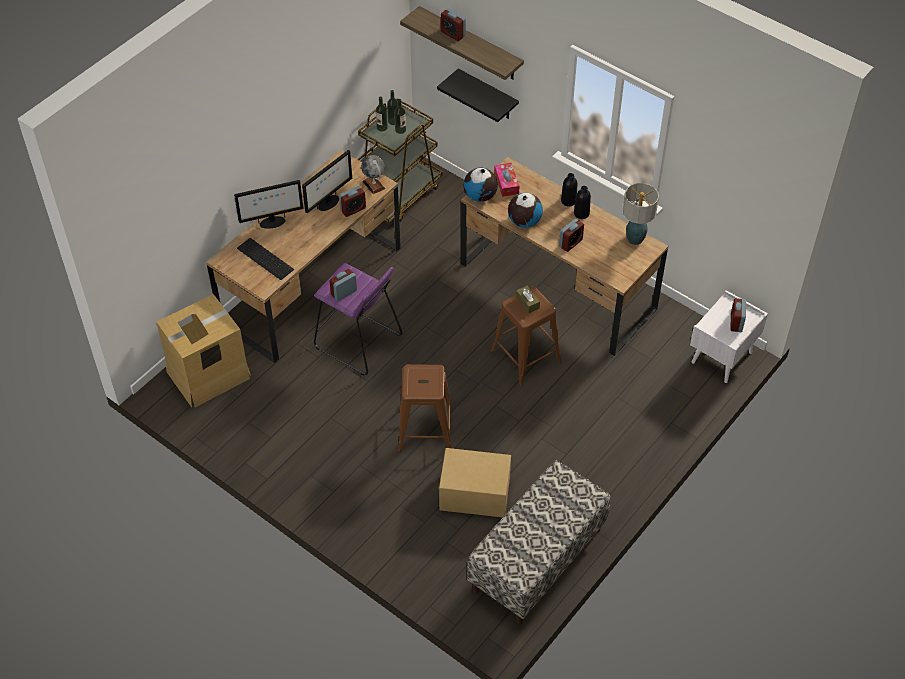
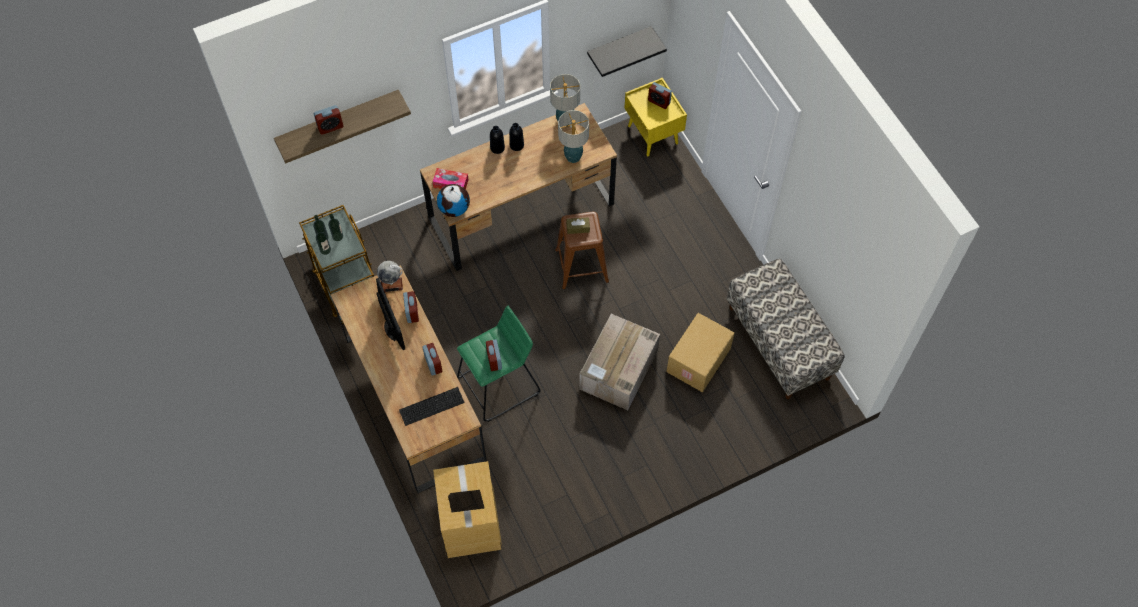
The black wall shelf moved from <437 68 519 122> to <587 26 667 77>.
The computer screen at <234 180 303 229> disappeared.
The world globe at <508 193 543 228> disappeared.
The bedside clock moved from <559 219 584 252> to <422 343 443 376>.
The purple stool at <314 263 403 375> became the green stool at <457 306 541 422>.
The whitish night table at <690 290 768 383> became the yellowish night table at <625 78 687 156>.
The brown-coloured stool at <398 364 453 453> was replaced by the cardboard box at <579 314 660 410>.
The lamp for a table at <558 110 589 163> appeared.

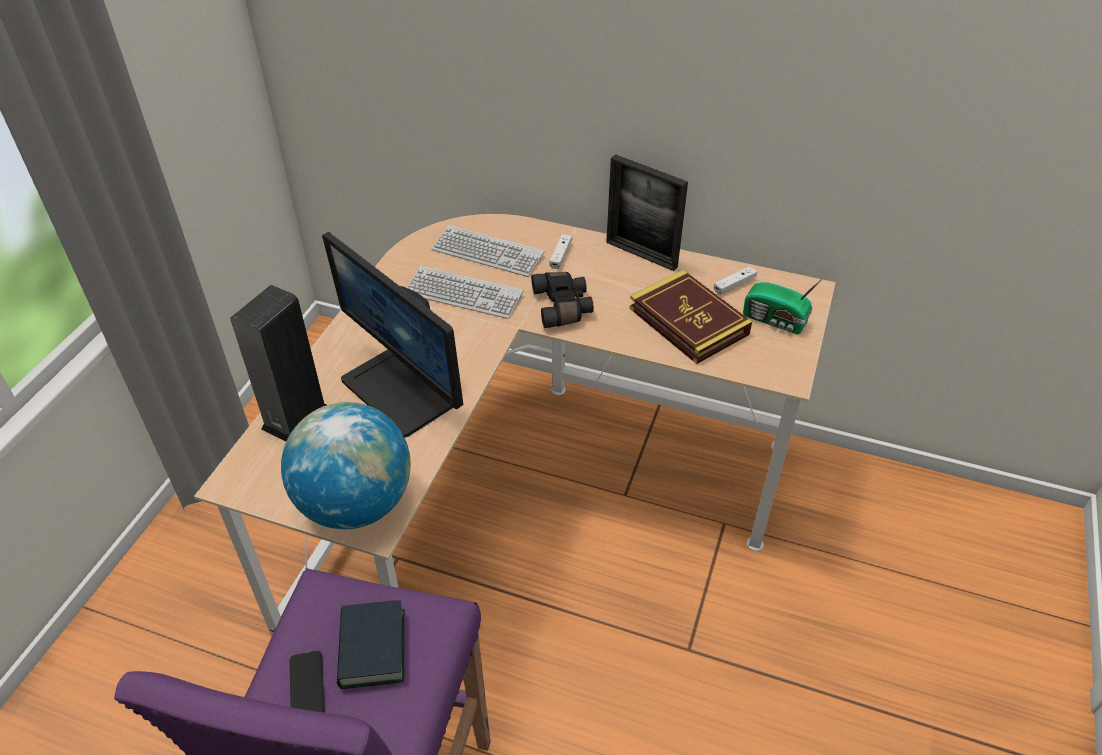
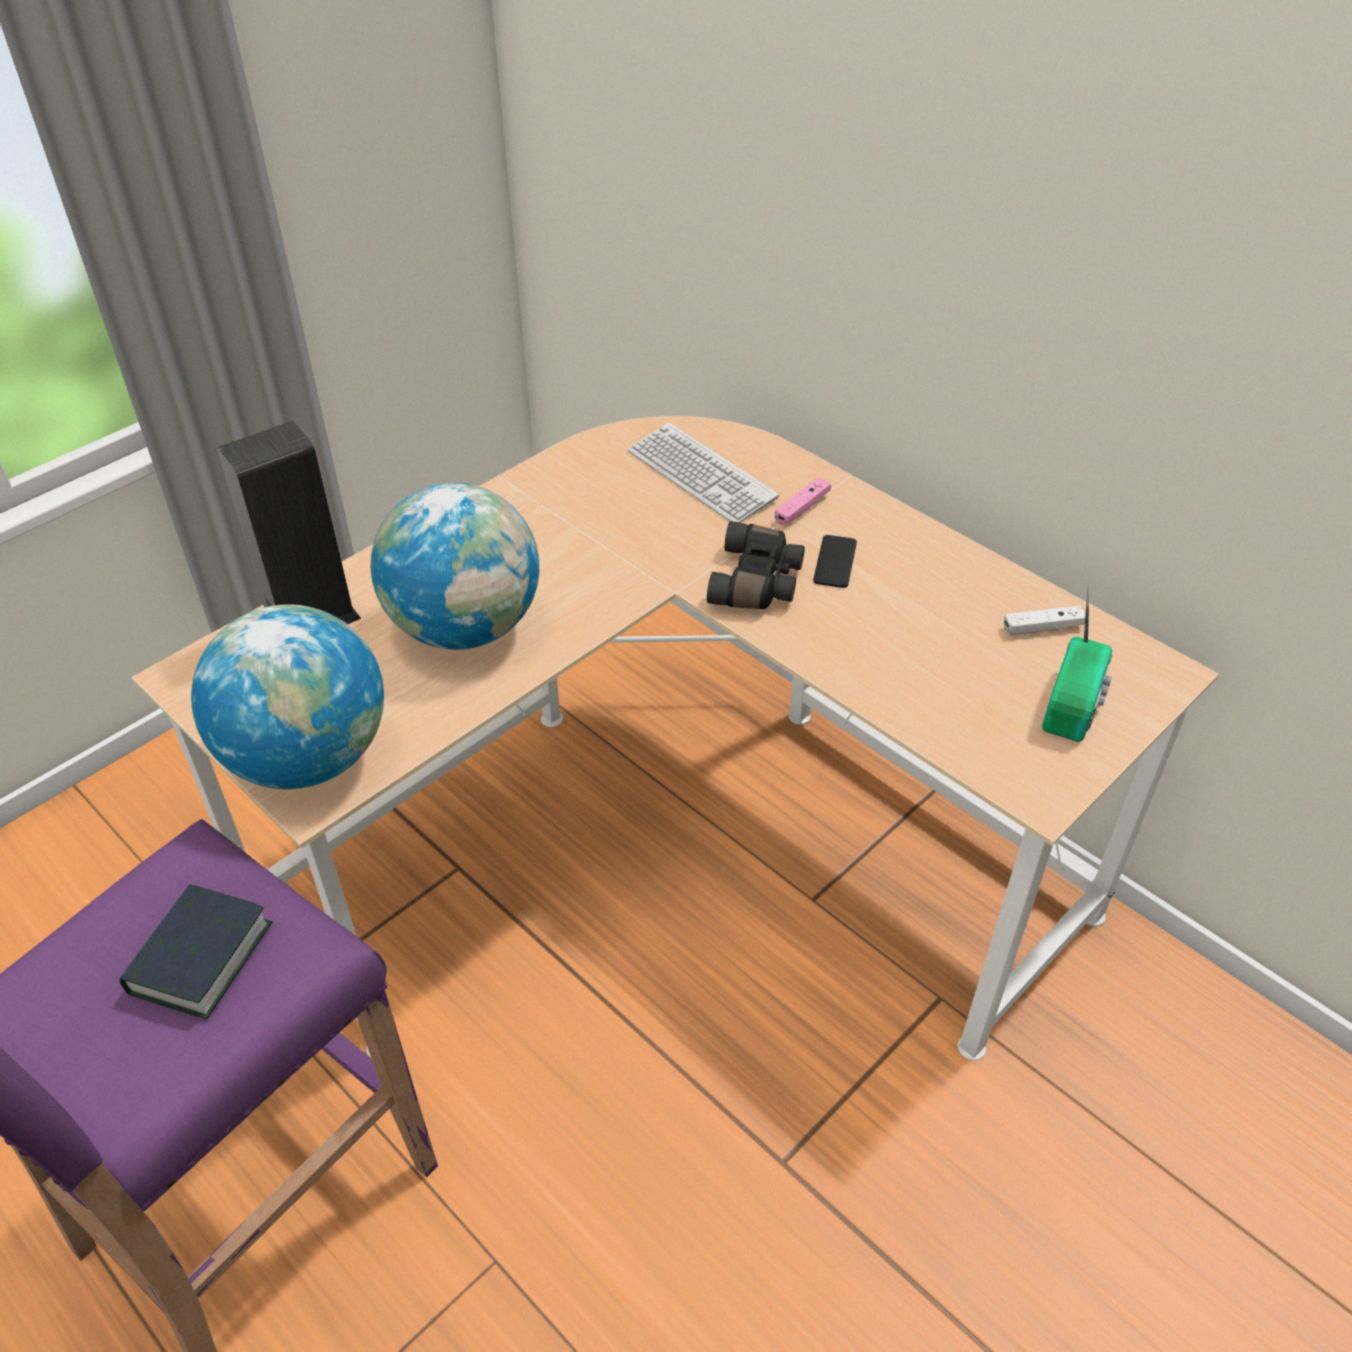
The photo frame at <606 154 688 271> disappeared.
The computer screen at <322 232 463 438> was replaced by the world globe at <371 483 539 650>.
The whitish gamepad at <550 234 572 269> became the pink gamepad at <775 477 831 526>.
The computer keyboard at <407 266 523 319> disappeared.
The volume at <630 270 752 364> disappeared.
The radio at <743 276 825 334> turned 120 degrees counterclockwise.
The telephone moved from <290 651 325 712> to <813 535 857 588>.

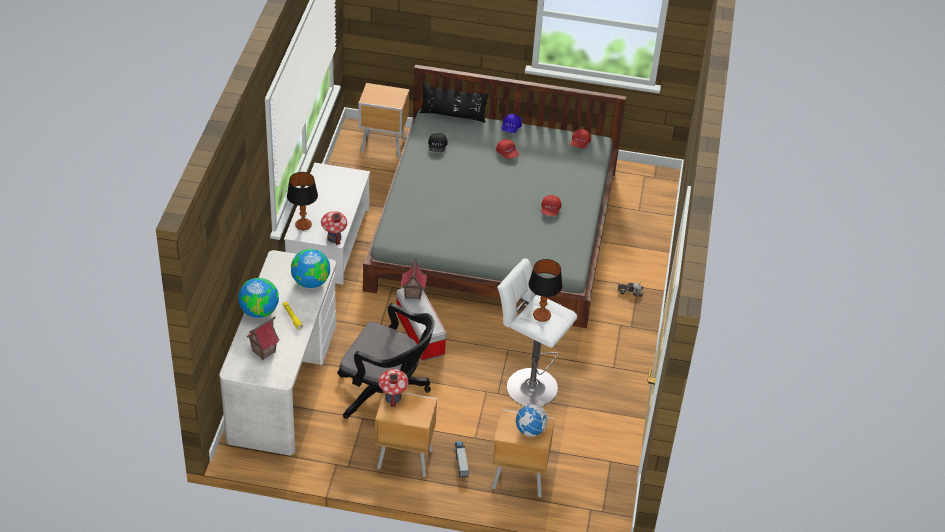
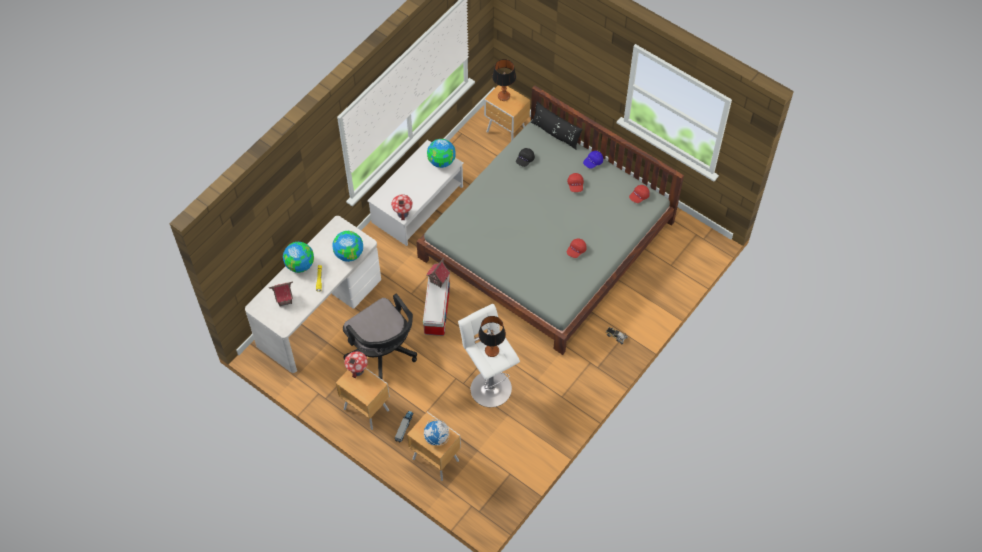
The lamp for a table moved from <287 172 318 230> to <492 59 516 101>.
The world globe at <427 139 456 168> appeared.

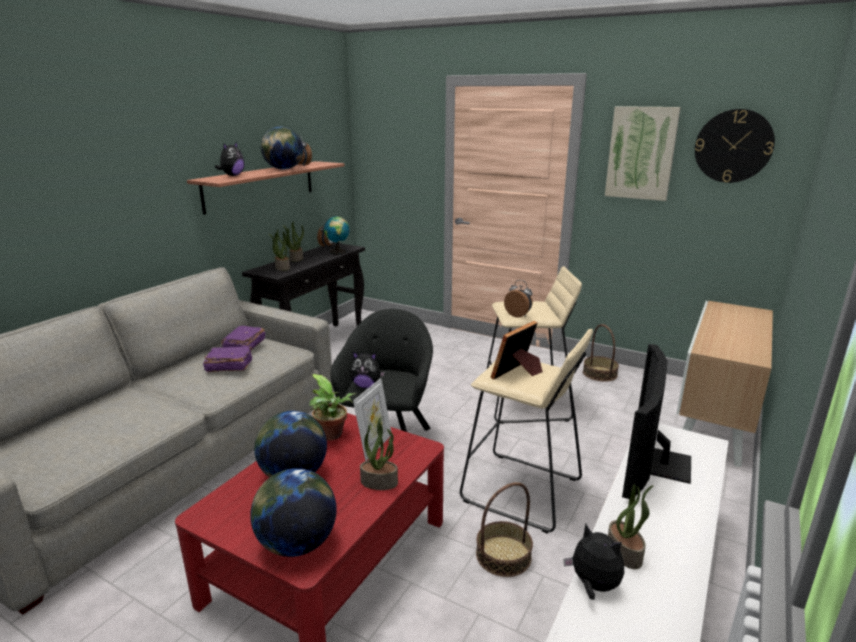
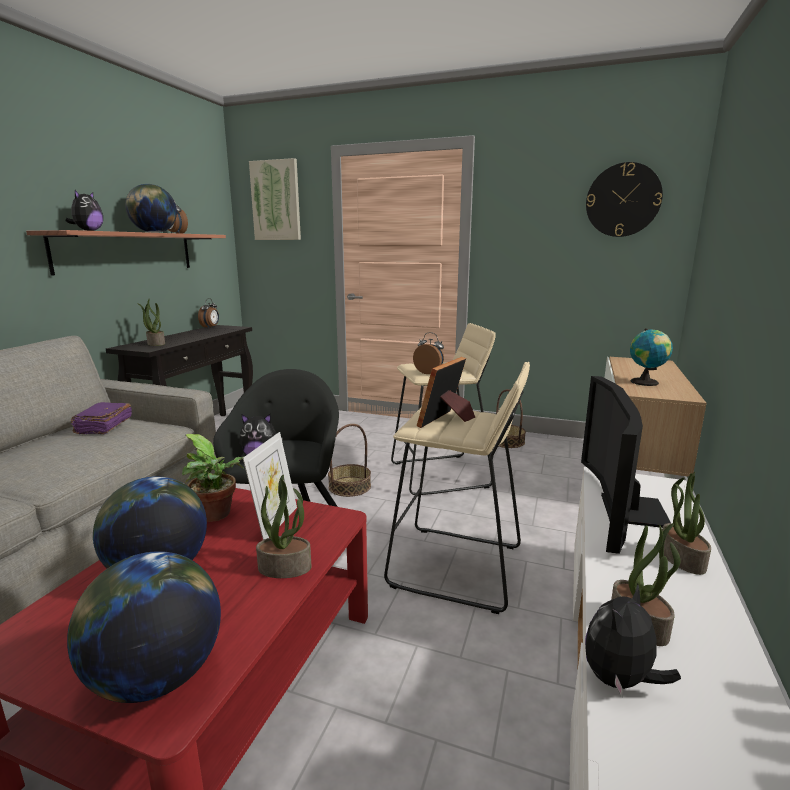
The wall art moved from <605 106 681 201> to <249 158 301 240>.
The world globe moved from <324 216 350 254> to <630 328 673 386>.
The potted plant moved from <283 222 304 262> to <662 472 711 575>.
The purple volume at <203 346 252 372> disappeared.
The storage basket moved from <476 482 533 577> to <328 424 371 497>.
The cuddly toy at <564 524 624 600> turned 75 degrees counterclockwise.

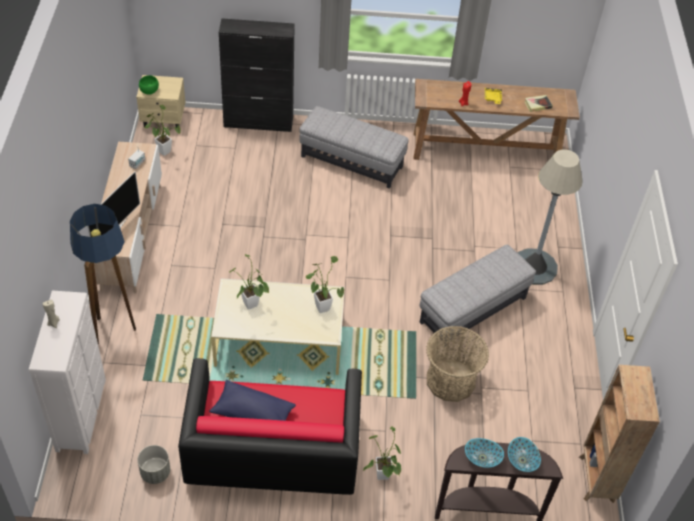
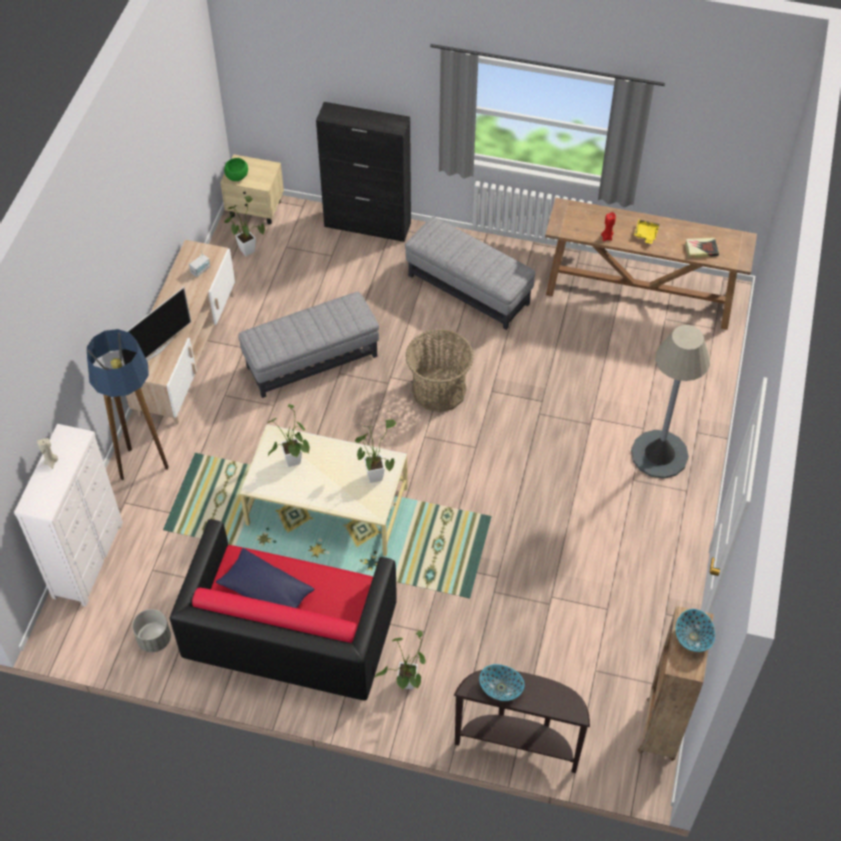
The grey pouffe moved from <420 245 536 346> to <238 292 379 398>.
The storage basket moved from <426 326 489 402> to <406 329 474 412>.
The deep dish moved from <508 437 541 472> to <676 609 715 652>.

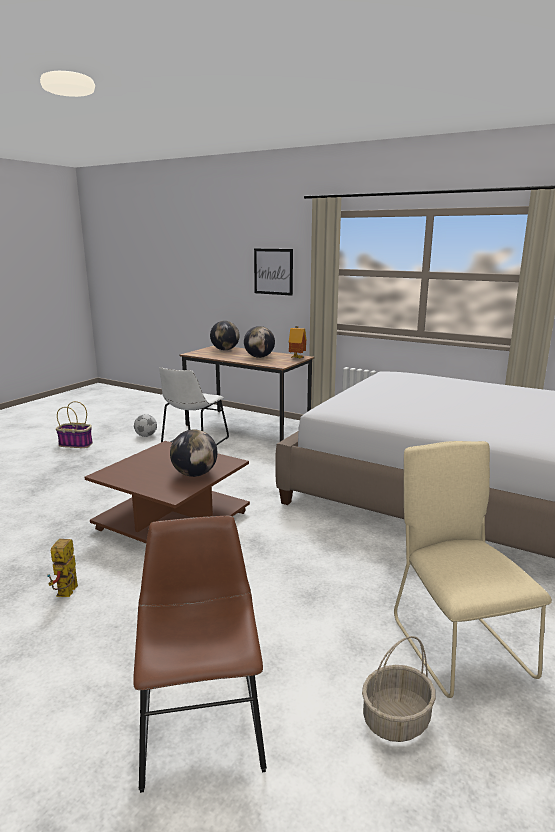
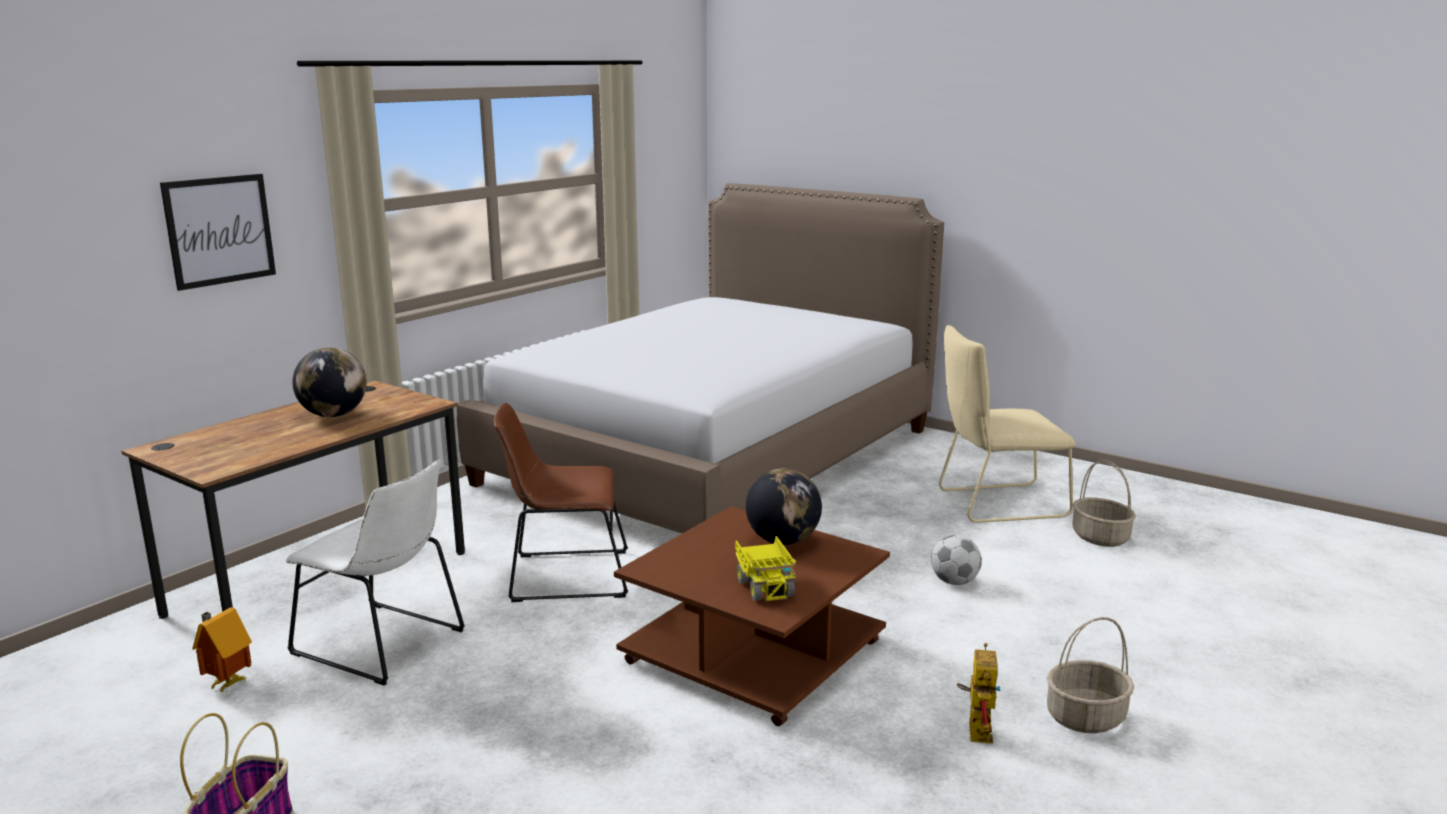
The world globe at <210 321 239 350> disappeared.
The toy house moved from <289 326 306 358> to <192 607 252 693>.
The ball for football moved from <134 414 157 437> to <931 535 982 585>.
The brown-coloured upright chair moved from <133 516 267 793> to <494 403 628 602>.
The robot figure at <47 539 78 597> turned 90 degrees counterclockwise.
The toy lorry at <735 536 796 602> appeared.
The storage basket at <1047 617 1134 733> appeared.

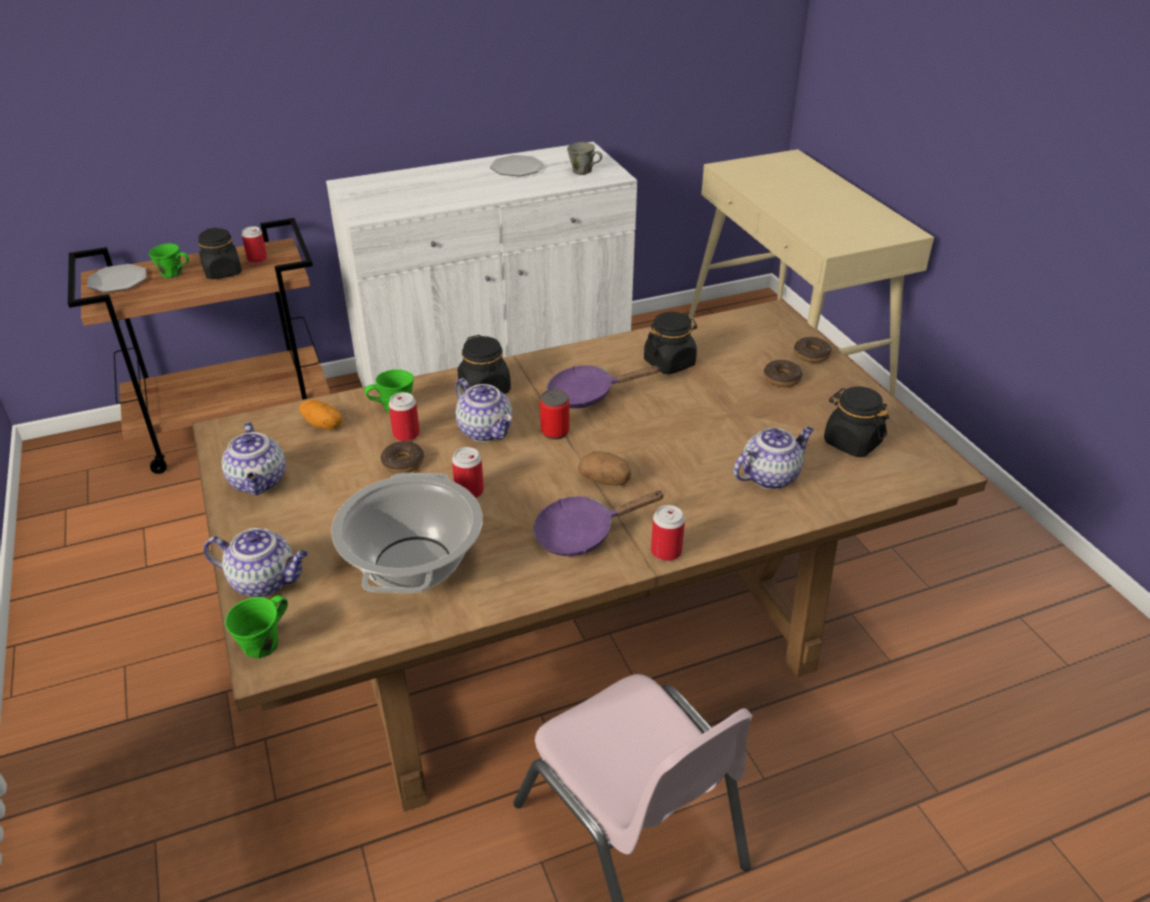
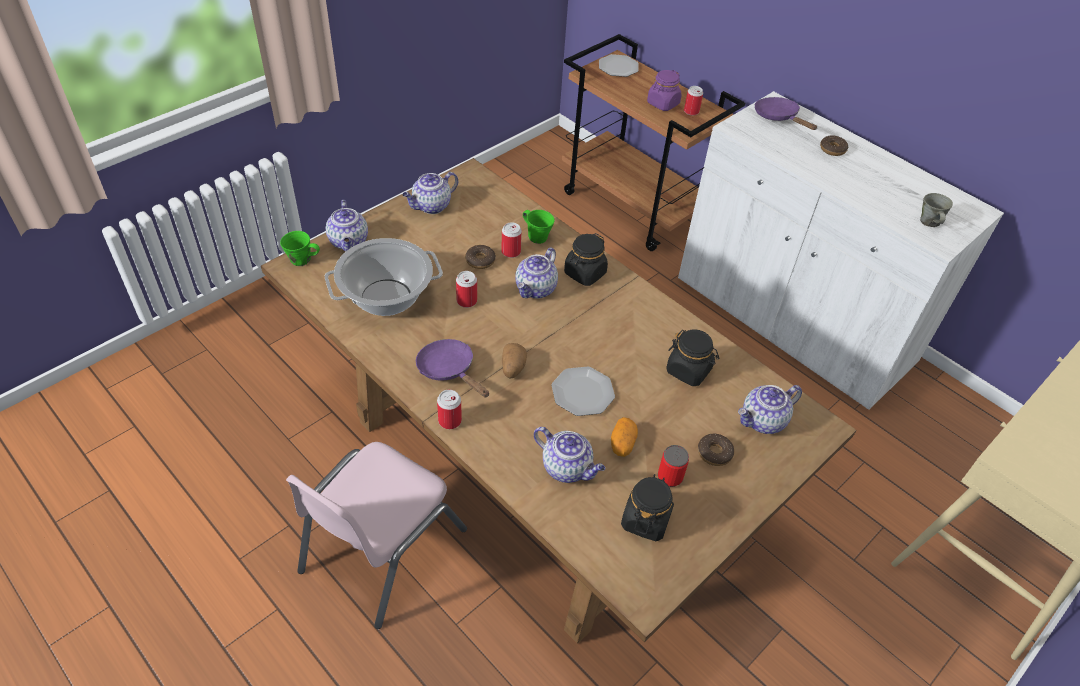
The flat dish moved from <490 155 544 176> to <551 367 615 416>.
The black jar at <198 227 242 279> became the purple jar at <647 70 682 111>.
The green mug at <149 243 189 279> disappeared.
The donut moved from <794 337 832 363> to <820 136 848 156>.
The purple skillet moved from <547 365 661 409> to <755 97 817 130>.
The sealed can moved from <540 389 569 440> to <658 445 689 487>.
The whole potato moved from <300 400 342 430> to <611 417 638 457>.
The tea pot at <738 385 802 434> appeared.

